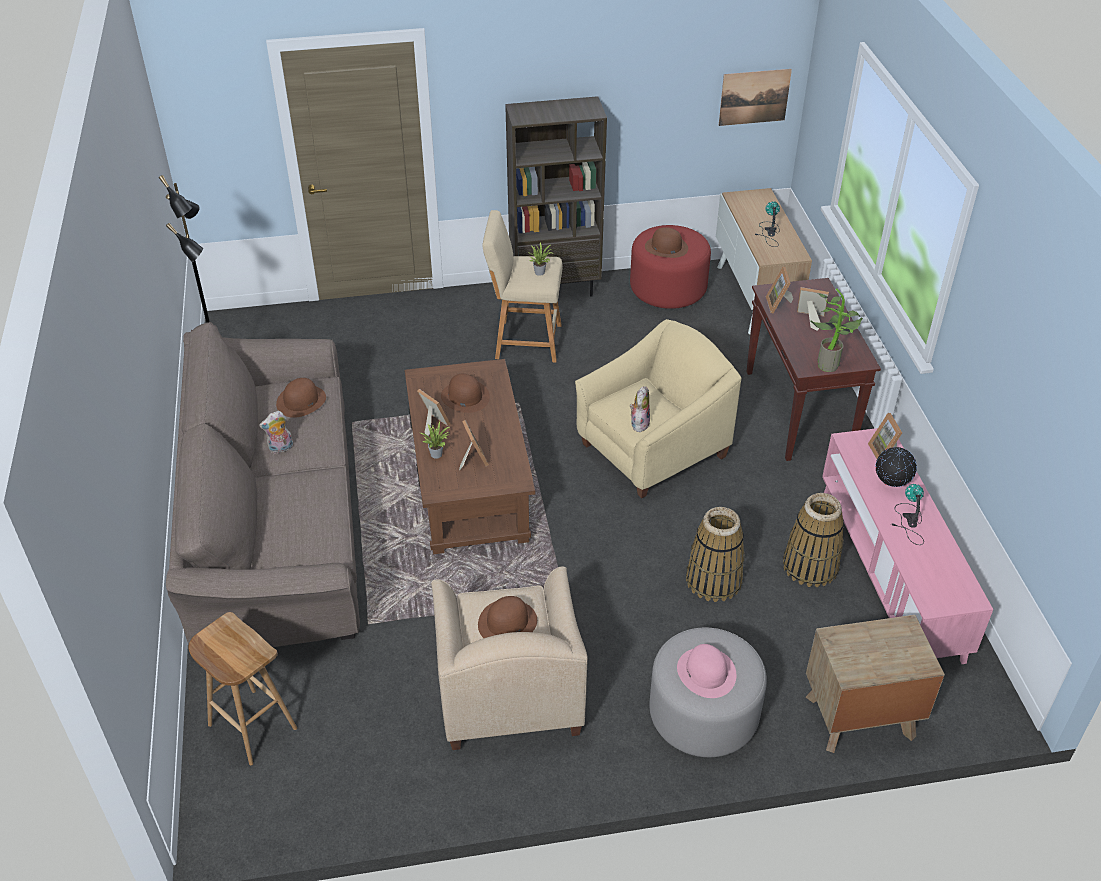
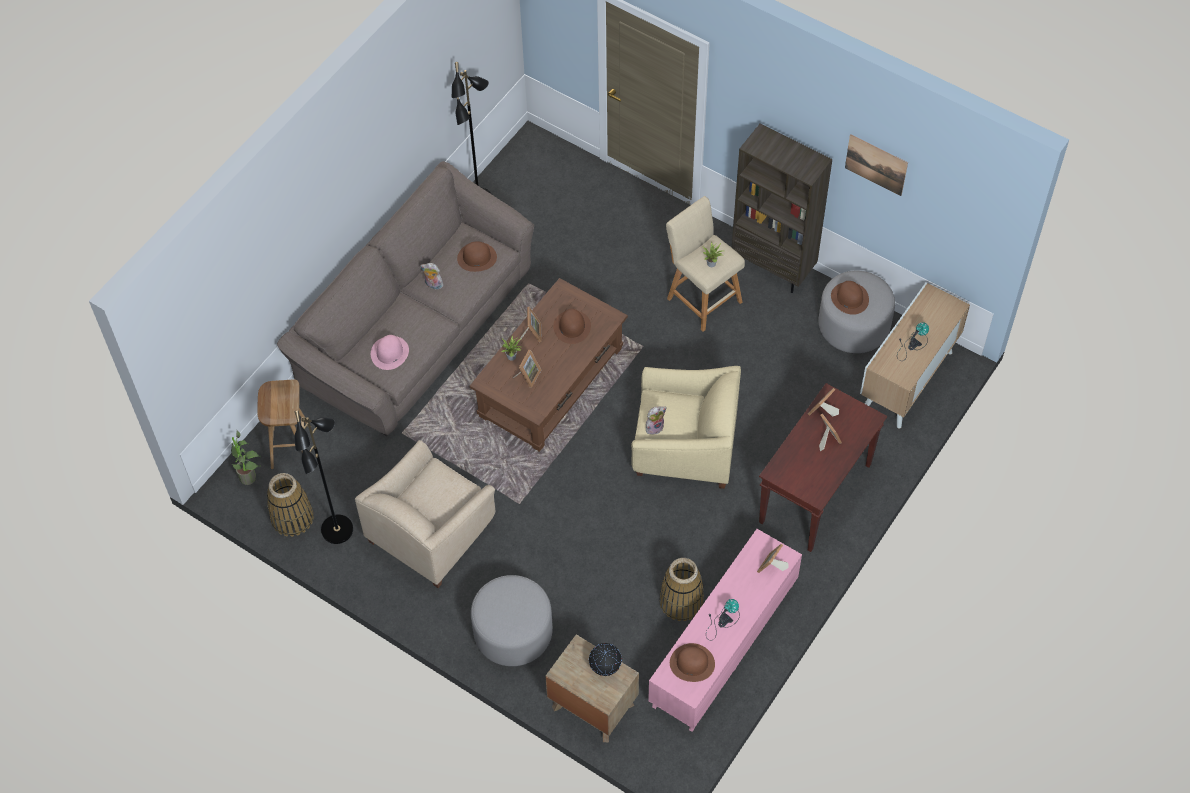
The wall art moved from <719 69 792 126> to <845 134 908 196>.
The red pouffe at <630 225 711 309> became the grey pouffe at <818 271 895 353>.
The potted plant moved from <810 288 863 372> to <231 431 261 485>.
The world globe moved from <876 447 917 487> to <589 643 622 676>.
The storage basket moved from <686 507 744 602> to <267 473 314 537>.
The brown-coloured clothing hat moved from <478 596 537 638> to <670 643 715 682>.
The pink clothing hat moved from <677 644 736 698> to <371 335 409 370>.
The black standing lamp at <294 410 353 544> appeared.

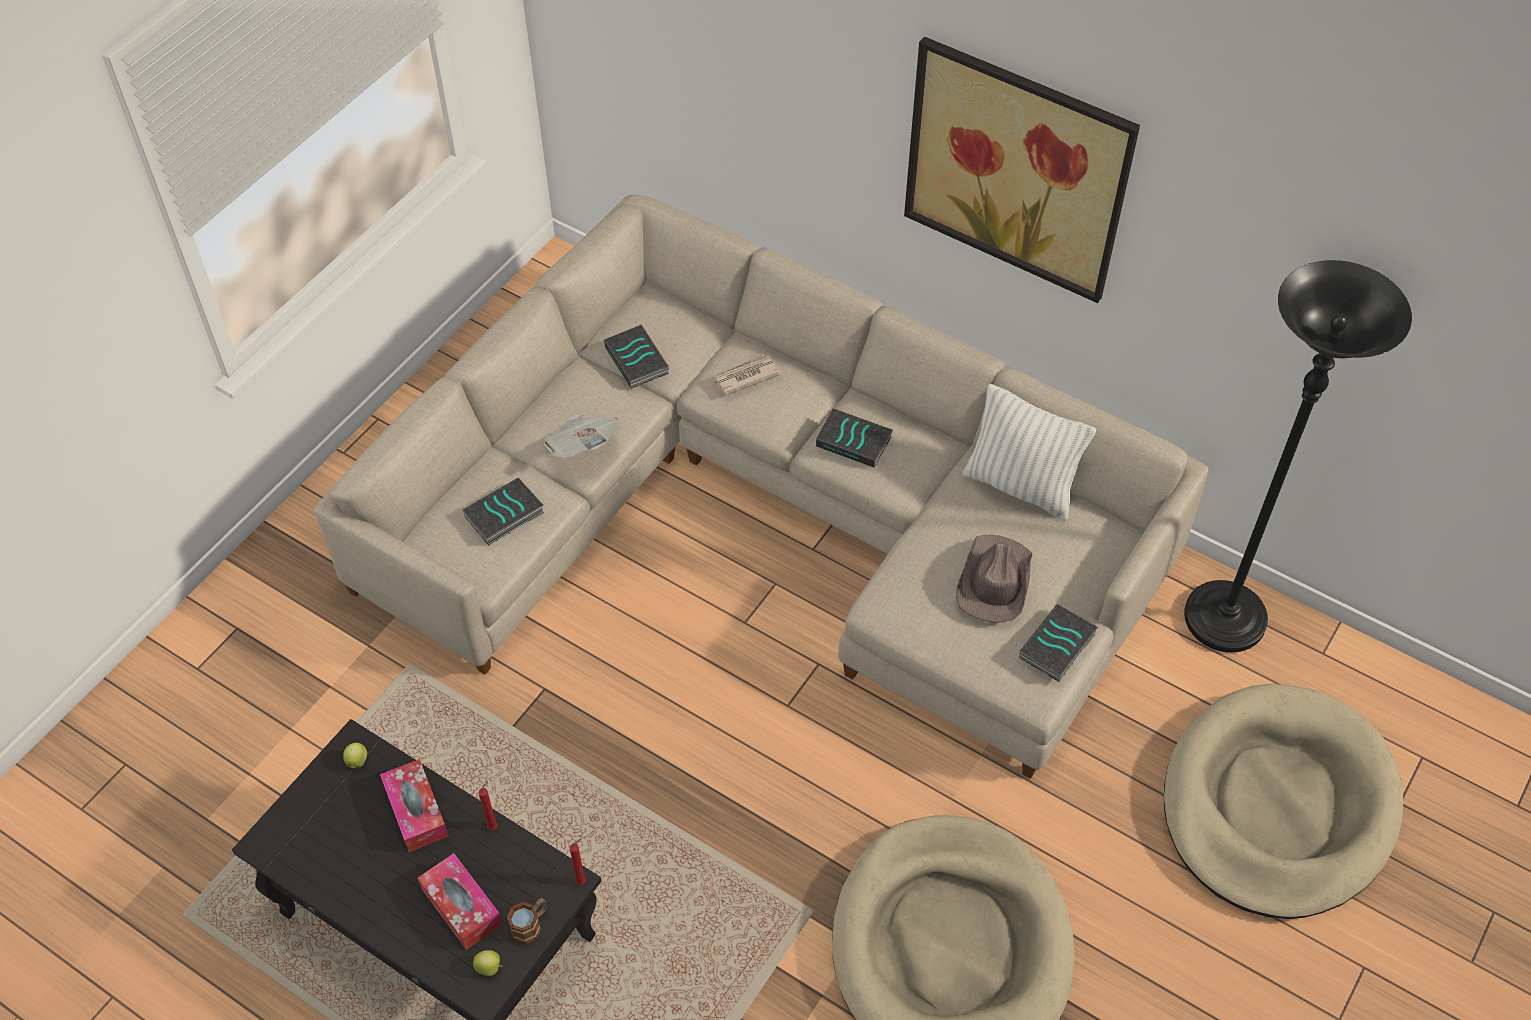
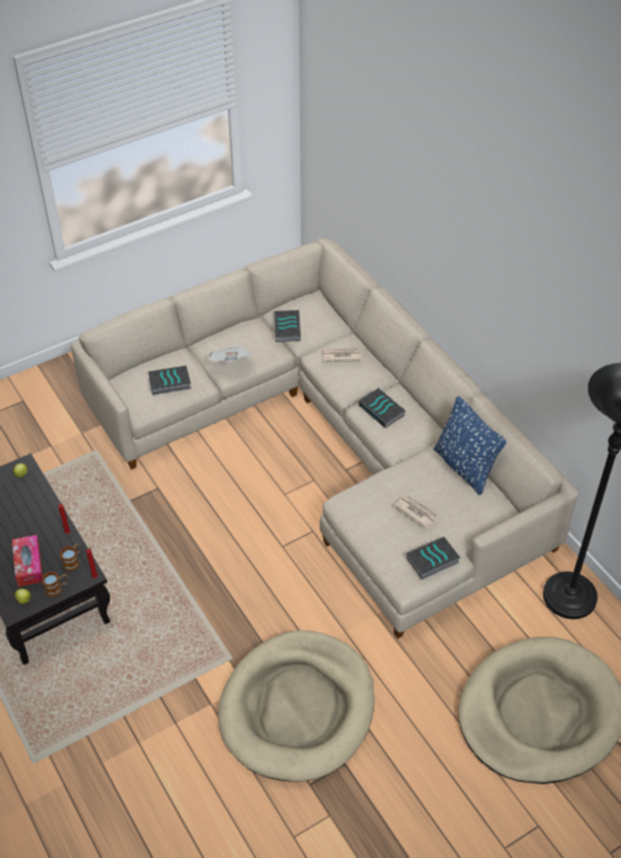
The wall art at <904 37 1140 303> disappeared.
The whitish cushion at <962 384 1096 521> became the blue-coloured cushion at <434 396 507 495>.
The brown-coloured clothing hat at <956 535 1032 623> was replaced by the printed paper at <394 495 439 529>.
The tissue box at <380 759 448 852> disappeared.
The mug at <60 543 80 571> appeared.

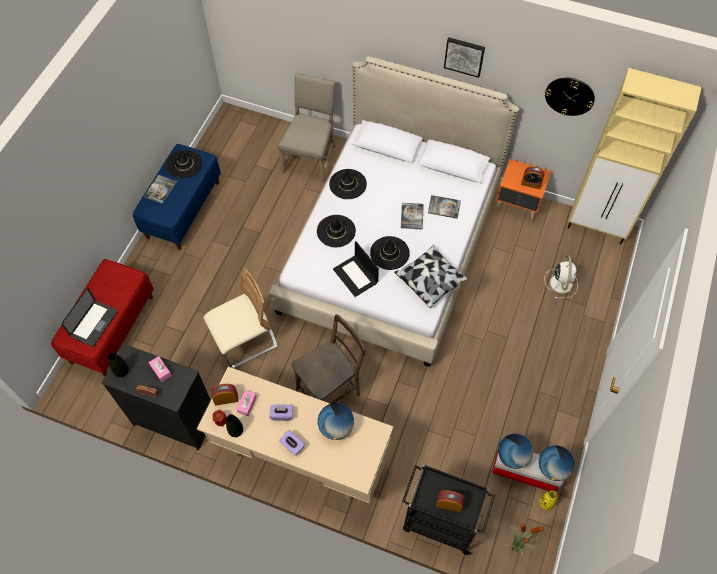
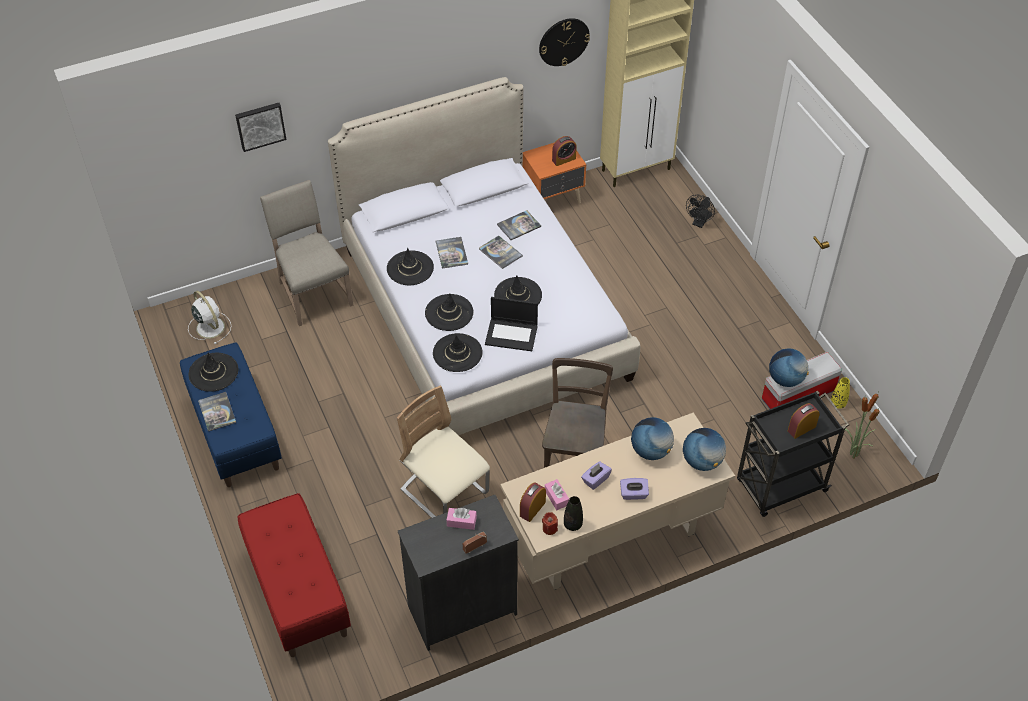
The wall art moved from <444 37 485 78> to <235 103 286 152>.
The cushion at <394 245 469 308> disappeared.
The whitish electric fan moved from <544 255 578 299> to <188 291 232 344>.
The beige-coloured upright chair at <204 267 277 368> turned 60 degrees counterclockwise.
The laptop at <61 288 118 347> disappeared.
The black vase at <108 352 129 377> disappeared.
The world globe moved from <539 445 575 481> to <683 428 726 471>.
The black electric fan at <686 195 715 228> appeared.
The volume at <436 237 468 269> appeared.
The black clothing hat at <433 333 483 372> appeared.

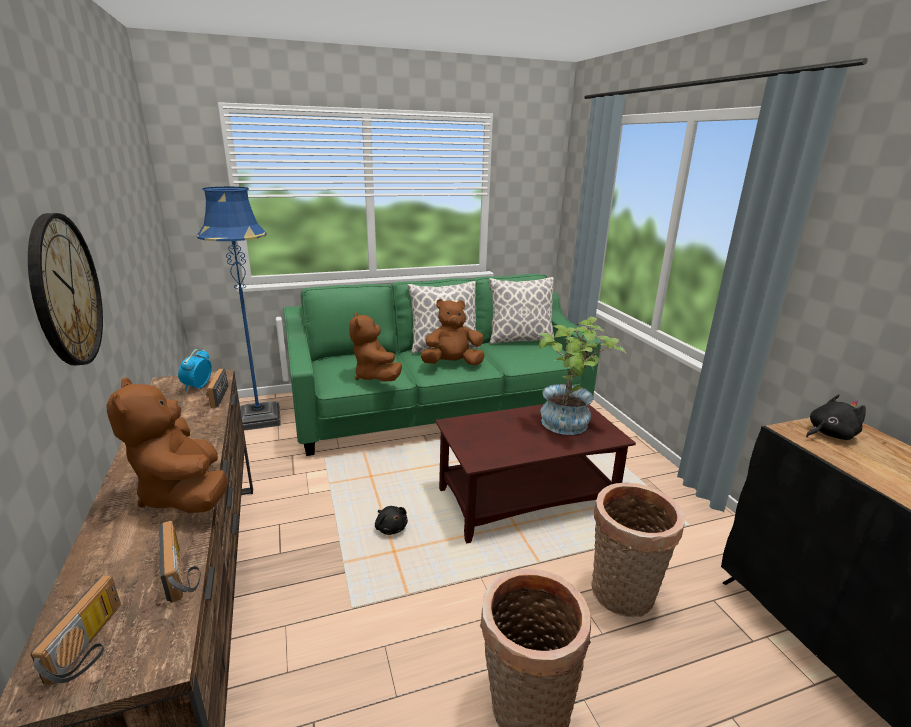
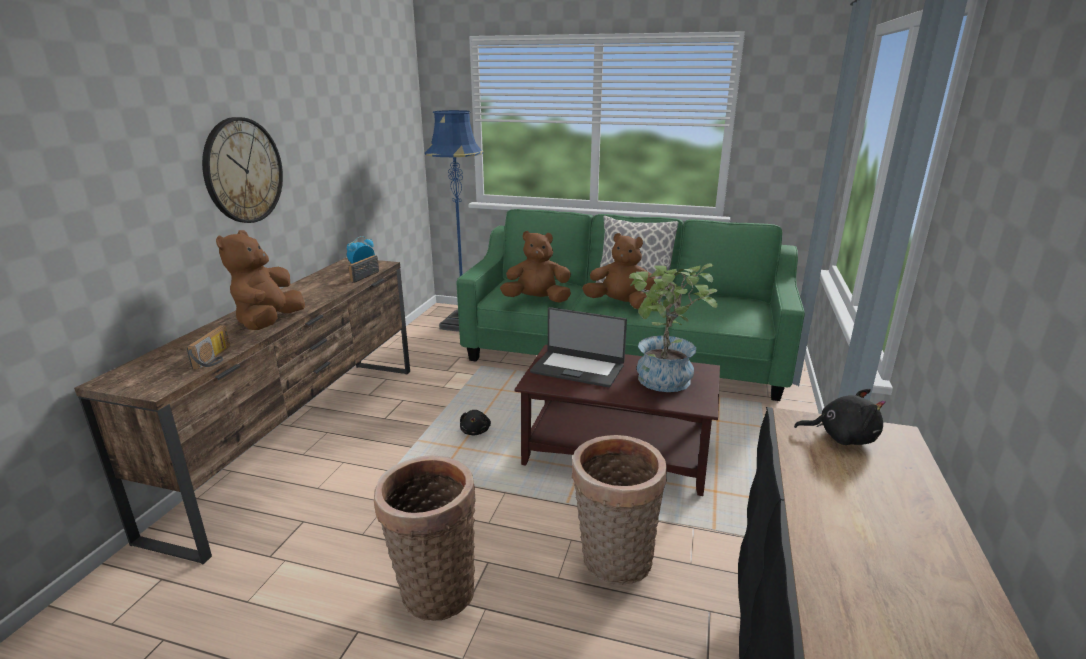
The cushion at <489 277 554 344> disappeared.
The brown-coloured cuddly toy at <349 312 402 382> turned 75 degrees clockwise.
The radio at <30 575 121 685> disappeared.
The laptop at <530 307 627 387> appeared.

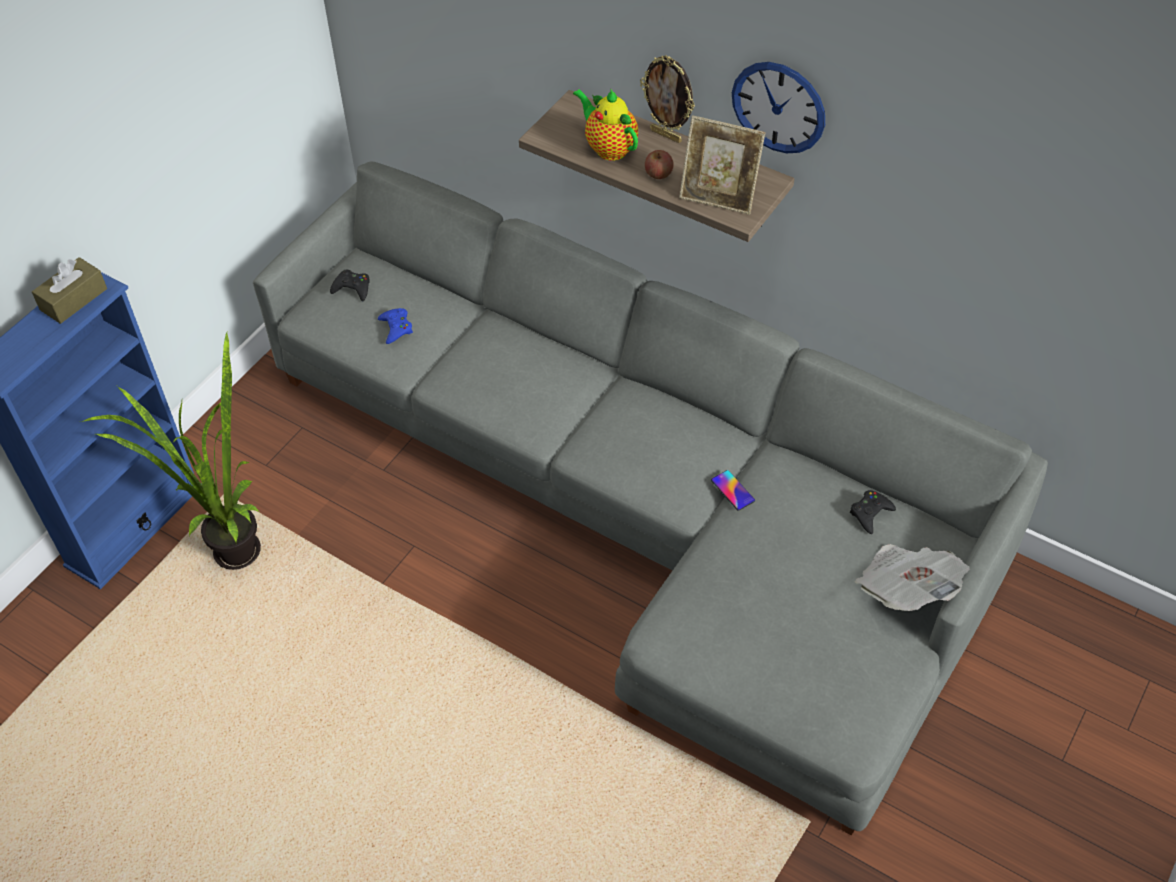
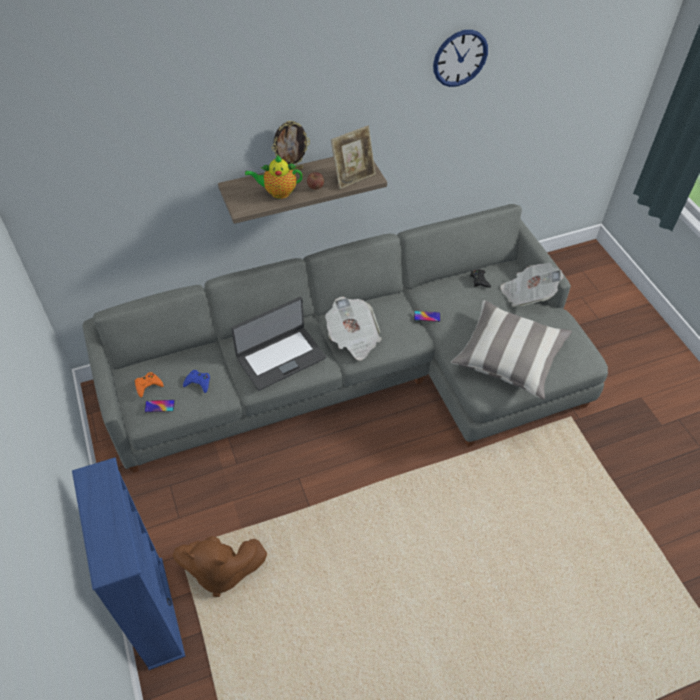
The wall clock moved from <732 62 825 153> to <433 30 488 87>.
The brown-coloured tissue box at <32 257 107 324> disappeared.
The black gamepad at <330 270 370 302> became the orange gamepad at <135 372 163 398>.
The potted plant at <81 330 261 570> was replaced by the brown-coloured cuddly toy at <173 536 267 597>.
The printed paper at <325 296 382 361> appeared.
The laptop at <231 297 326 391> appeared.
The cushion at <451 300 572 399> appeared.
The telephone at <145 400 175 412> appeared.

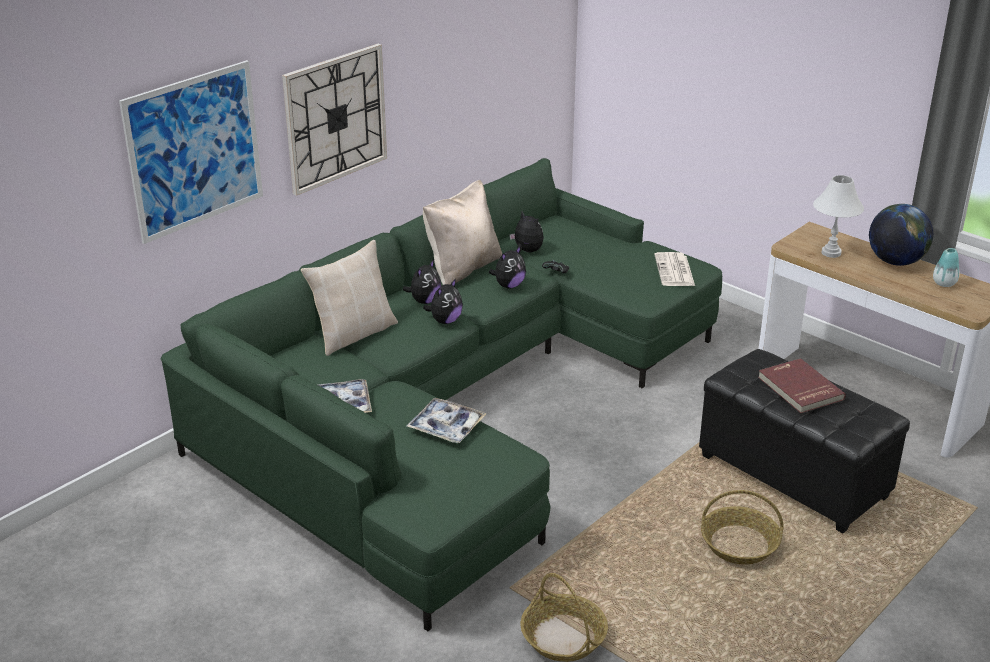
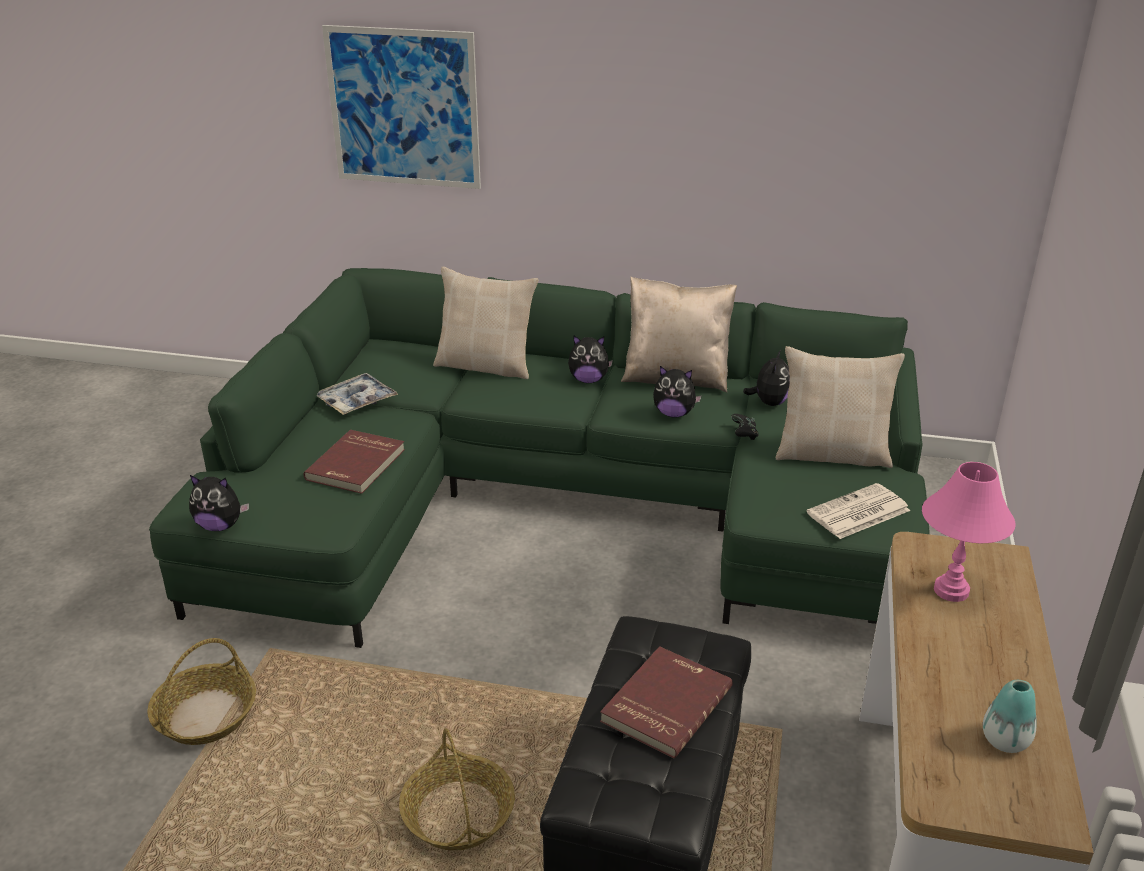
The wall clock at <282 44 387 196> disappeared.
The whitish lamp for a table at <813 175 864 258> became the pink lamp for a table at <922 462 1016 602>.
The world globe at <869 204 933 266> disappeared.
The cuddly toy moved from <423 278 463 324> to <189 475 249 531>.
The serving tray at <407 398 487 443> was replaced by the red volume at <303 430 405 494>.
The beige-coloured cushion at <776 346 905 468> appeared.

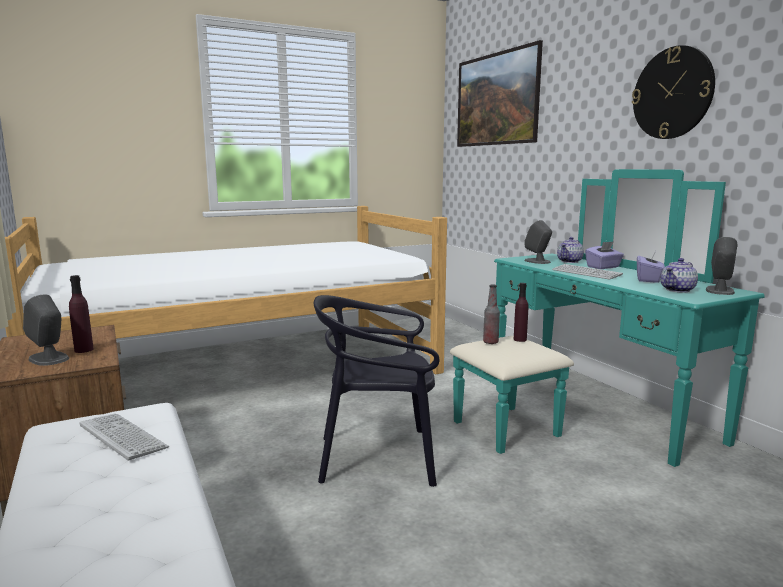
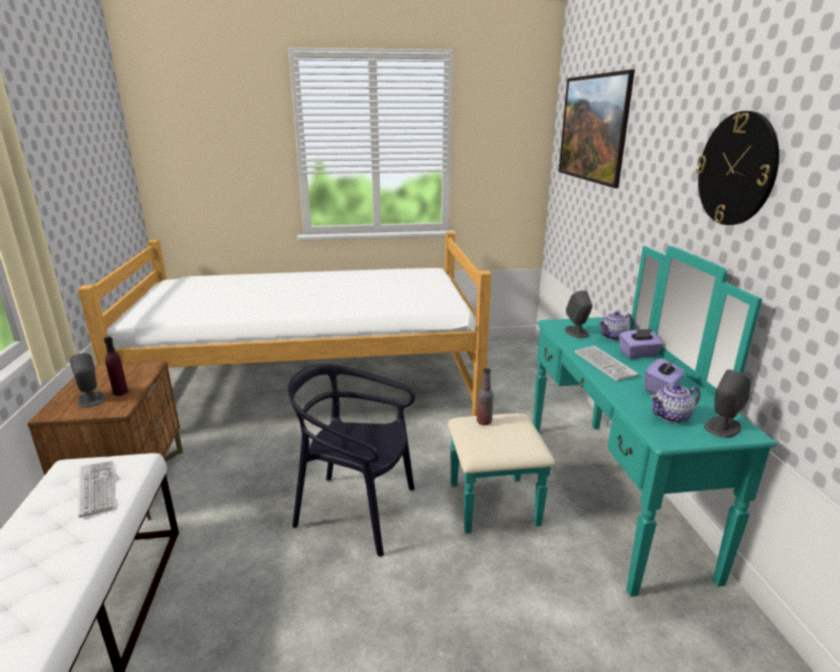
The purple bottle at <514 283 528 342> disappeared.

